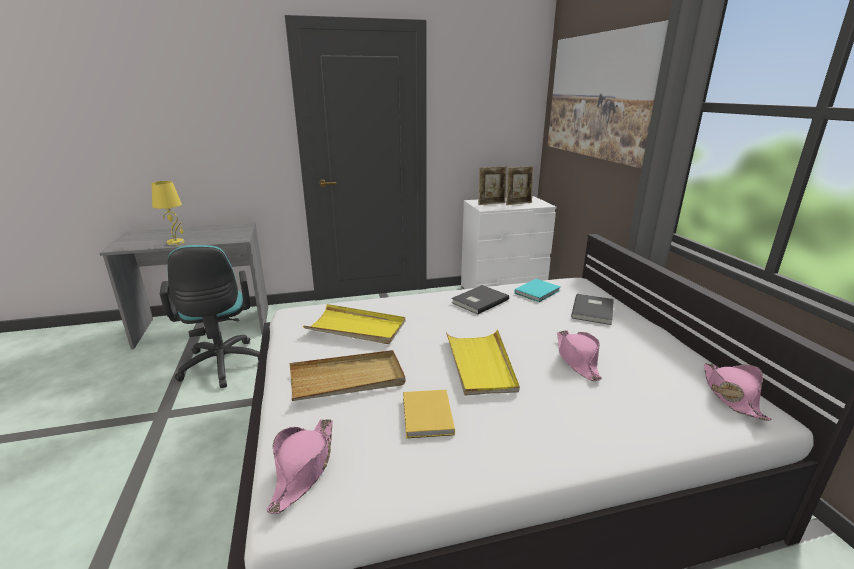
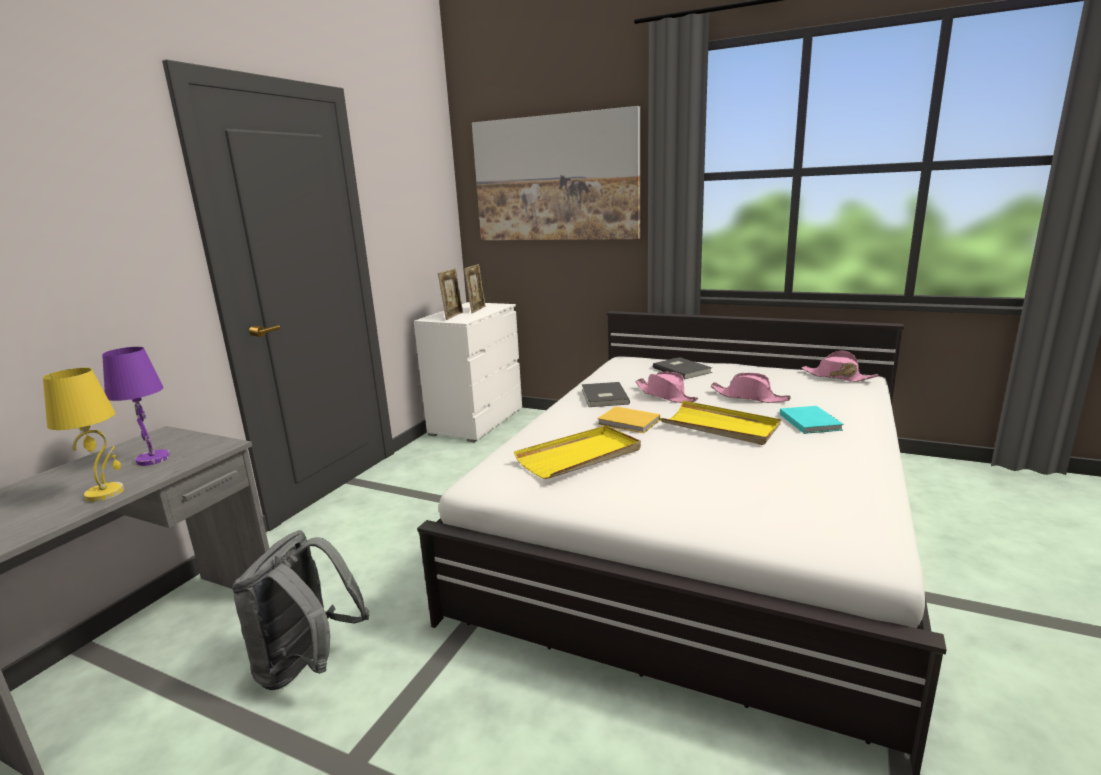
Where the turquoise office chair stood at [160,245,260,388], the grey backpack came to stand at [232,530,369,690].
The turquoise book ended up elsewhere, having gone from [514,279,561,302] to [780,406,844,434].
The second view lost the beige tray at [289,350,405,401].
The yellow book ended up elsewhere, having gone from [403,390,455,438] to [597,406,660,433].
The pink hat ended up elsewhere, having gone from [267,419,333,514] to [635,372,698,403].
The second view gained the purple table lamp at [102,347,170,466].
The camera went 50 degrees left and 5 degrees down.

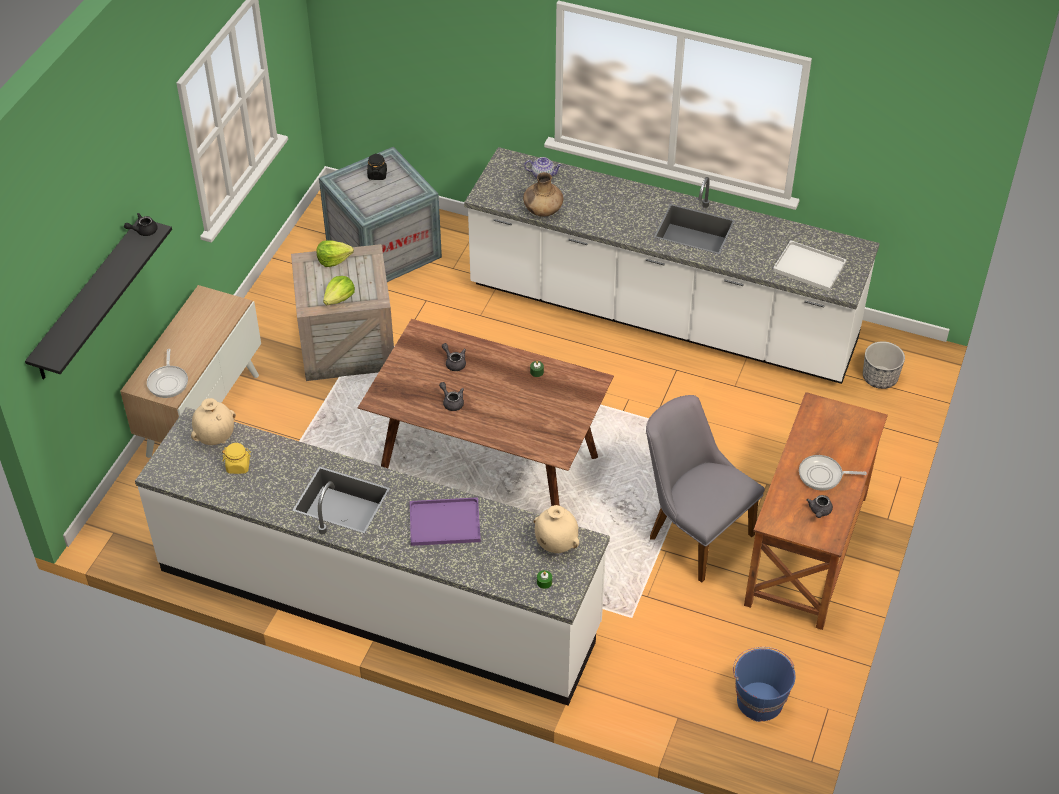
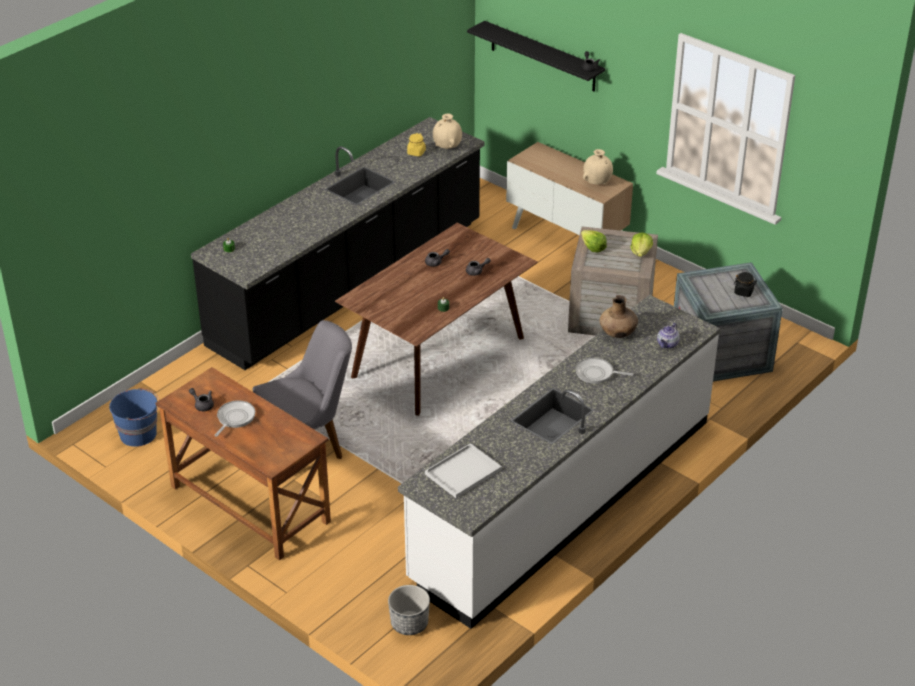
The frying pan ended up elsewhere, having gone from [147,349,188,398] to [576,358,633,384].
What was the white counter at [135,407,610,706] turned into the black counter at [191,117,484,370].
The second view lost the purple tray at [410,497,481,546].
The beige vase ended up elsewhere, having gone from [534,505,579,553] to [583,149,613,185].
The camera went 110 degrees right and 10 degrees down.

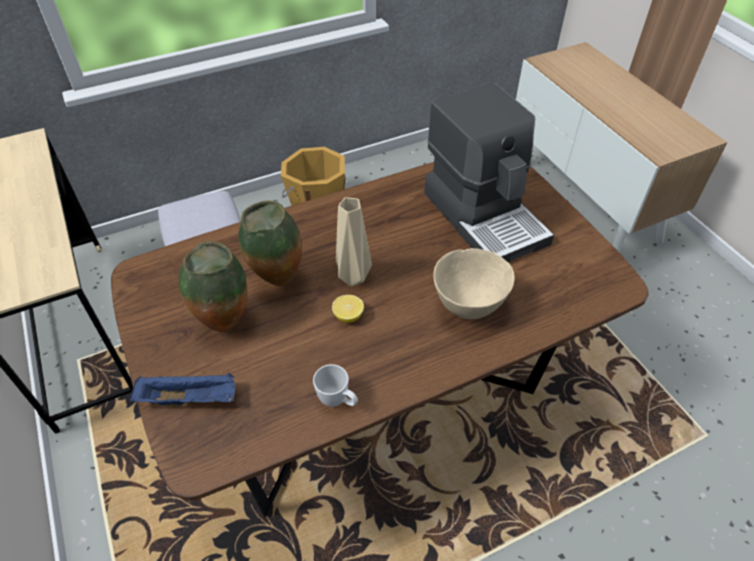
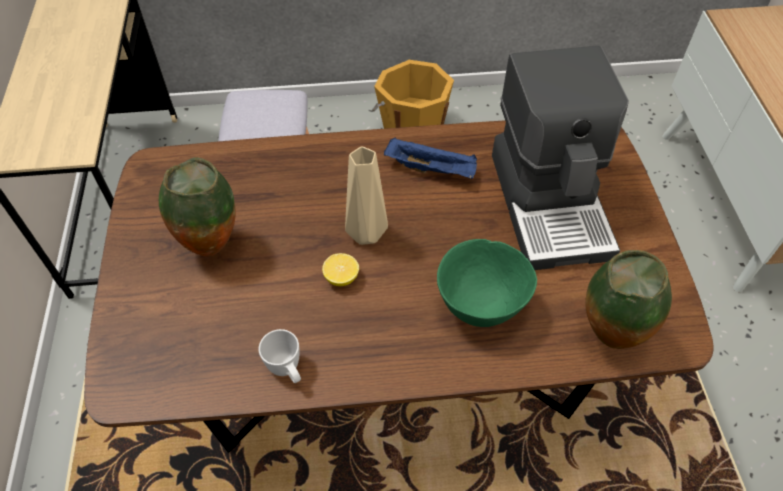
The vase ended up elsewhere, having gone from [238,200,302,286] to [585,250,672,349].
What was the beige bowl at [433,248,515,319] turned into the green bowl at [437,239,537,327].
The blue tray ended up elsewhere, having gone from [130,373,235,406] to [384,137,477,179].
The camera went 20 degrees right and 5 degrees up.

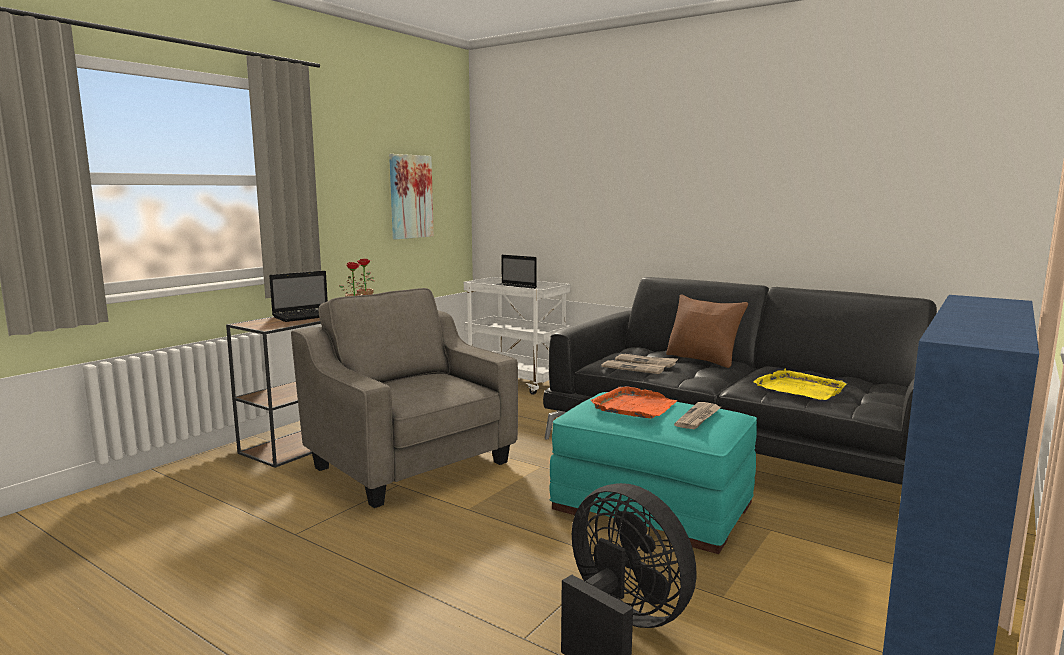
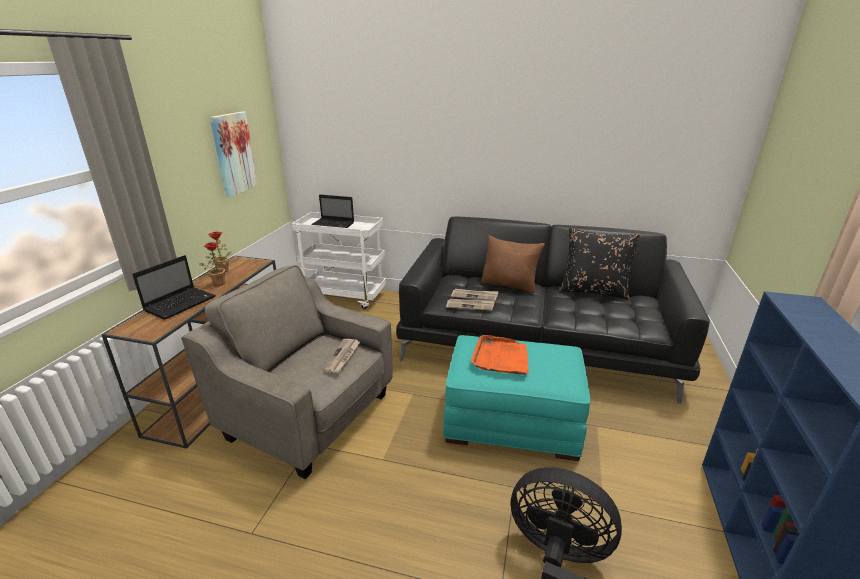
The second view lost the yellow tray at [753,369,847,400].
The newspaper ended up elsewhere, having gone from [674,402,721,429] to [324,339,360,373].
The second view gained the black pillow at [559,227,640,300].
The camera went 20 degrees left and 15 degrees up.

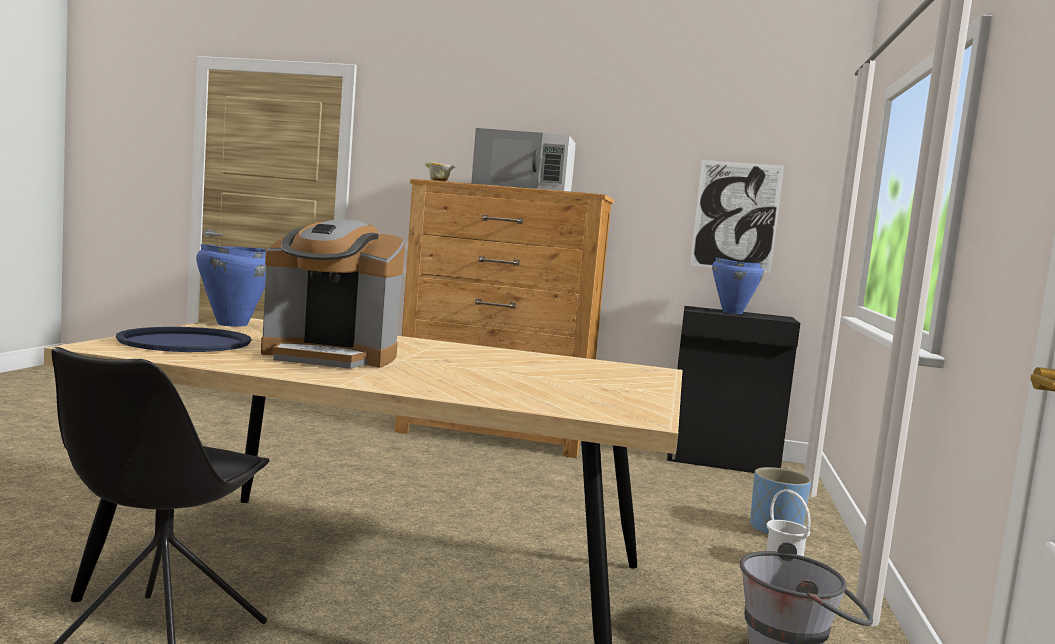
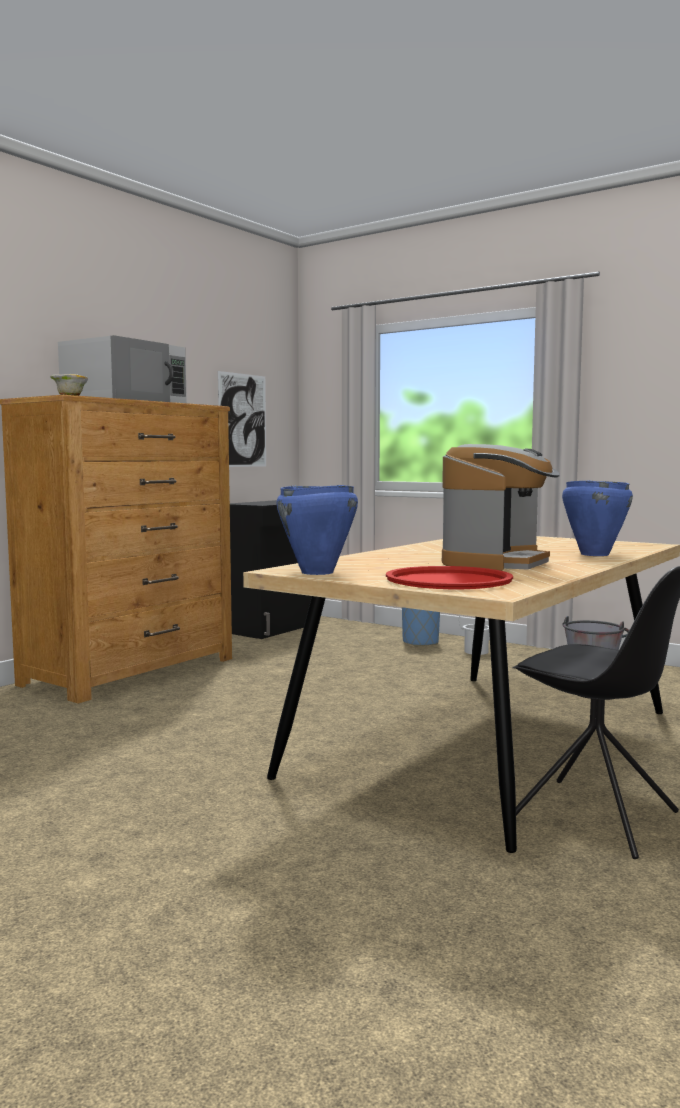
The blue cooking pot ended up elsewhere, having gone from [712,257,764,314] to [562,480,633,556].
What was the blue tray at [116,327,252,352] turned into the red tray at [386,566,513,589].
The camera went 65 degrees left and 0 degrees up.

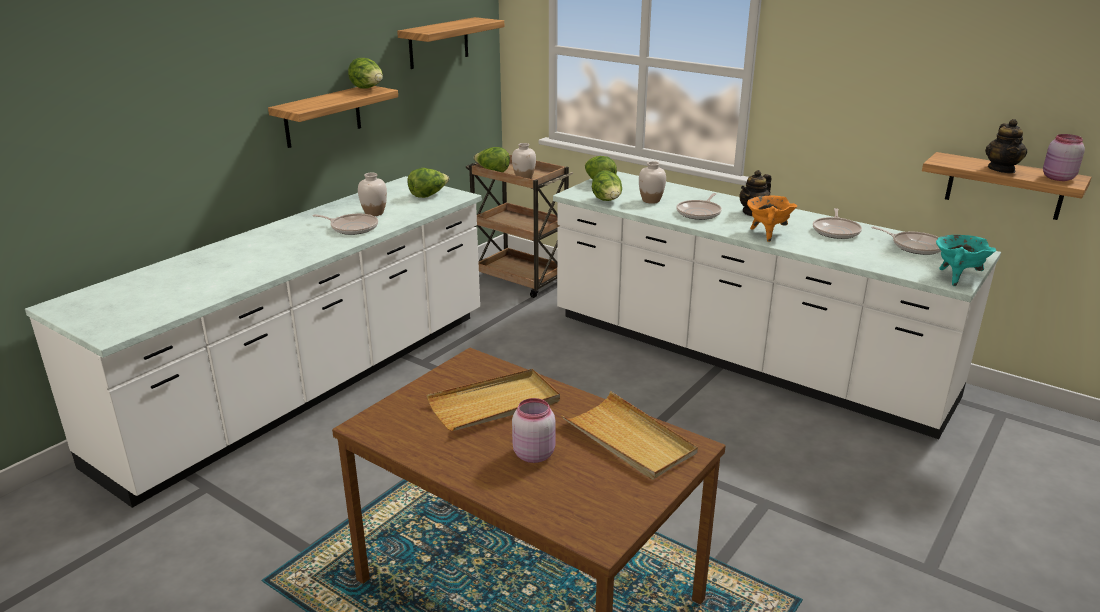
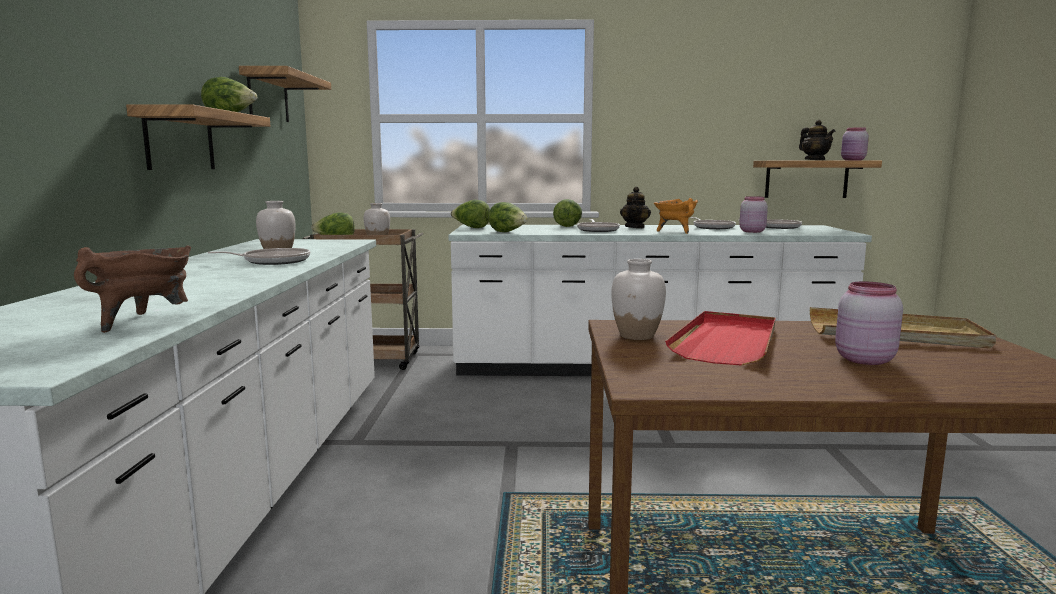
The white vase ended up elsewhere, having gone from [639,161,666,204] to [611,259,666,340].
The lettuce ended up elsewhere, having gone from [407,168,449,198] to [553,199,582,227].
The second view lost the turquoise cooking pot at [936,235,996,286].
What was the beige tray at [427,369,560,431] turned into the red tray at [665,311,775,366].
The second view gained the pink jar at [739,196,768,233].
The second view gained the brown cooking pot at [74,245,192,333].
The camera went 35 degrees left and 15 degrees down.

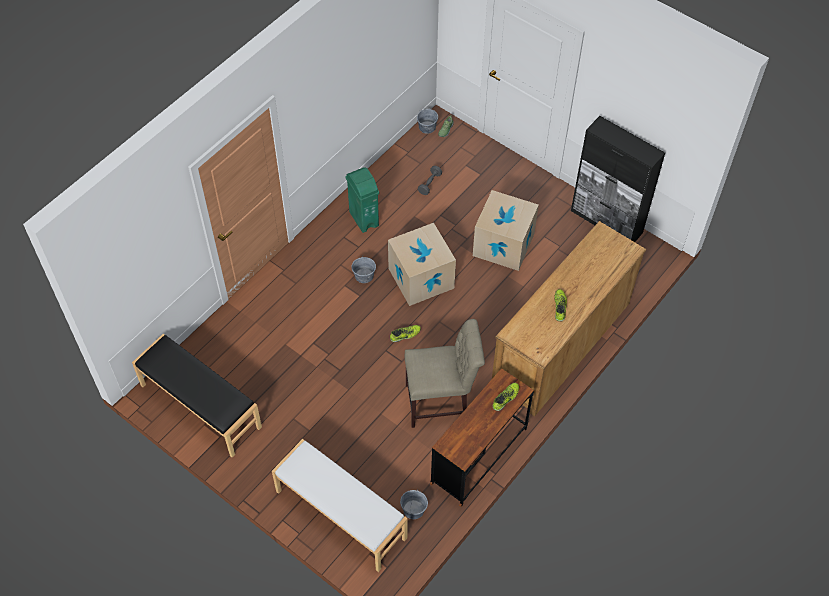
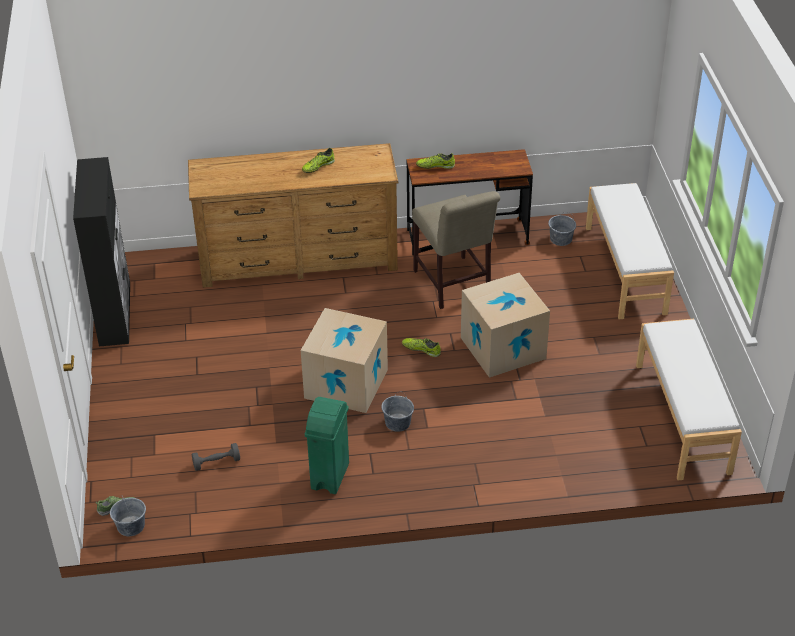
The cardboard box ended up elsewhere, having gone from [473,190,539,271] to [461,273,550,378].
The beige chair at [404,319,485,428] ended up facing another way, 150 degrees counterclockwise from before.
What was the black bench at [132,334,262,457] turned into the white bench at [636,319,742,480].
The camera went 135 degrees left and 15 degrees down.

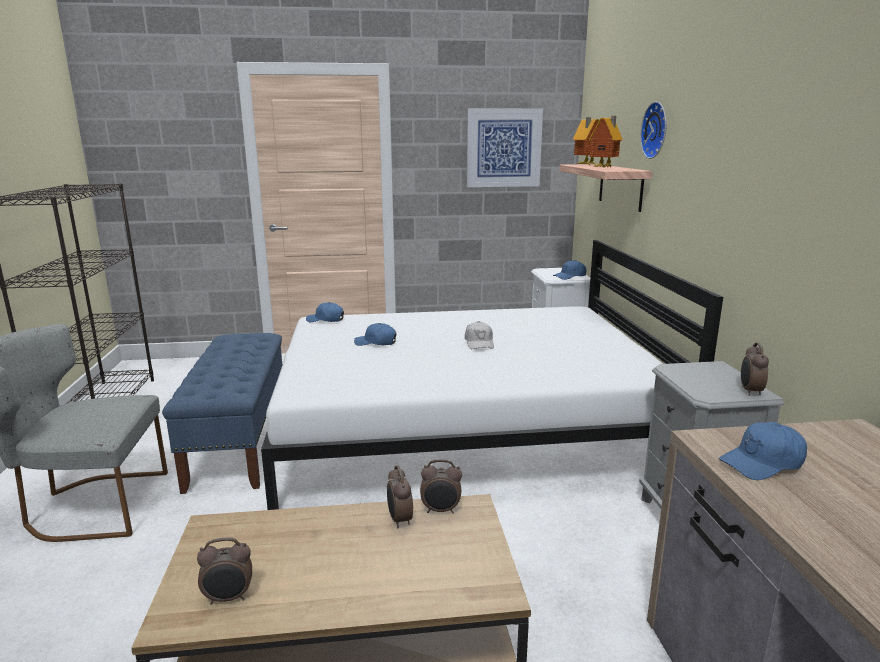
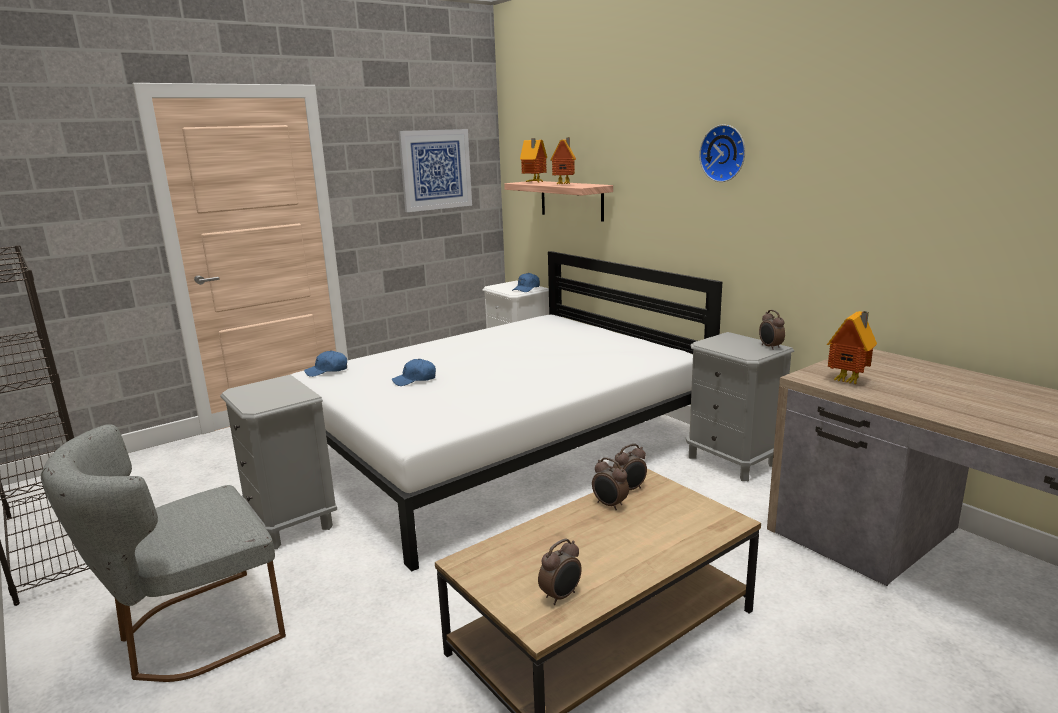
The wall clock ended up elsewhere, having gone from [640,101,667,159] to [699,125,745,182].
The second view lost the white cap at [464,321,494,349].
Where the blue bench stood at [162,333,282,494], the grey nightstand came to stand at [220,375,337,549].
Where the blue cap stood at [719,422,807,480], the toy house came to stand at [827,311,877,384].
The camera went 30 degrees left and 0 degrees up.

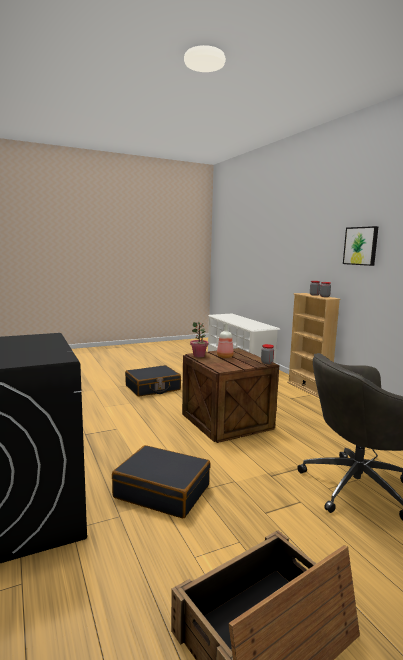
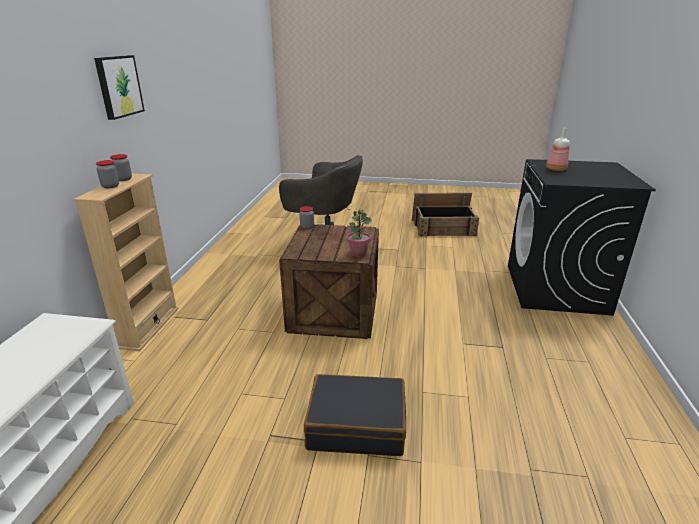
The bottle ended up elsewhere, having gone from [217,323,234,358] to [546,128,570,171].
The second view lost the black suitcase at [112,445,211,518].
The camera went 145 degrees left and 15 degrees up.

